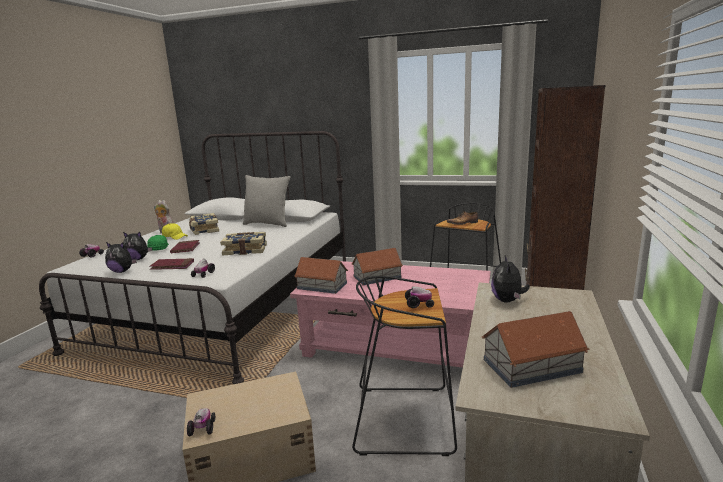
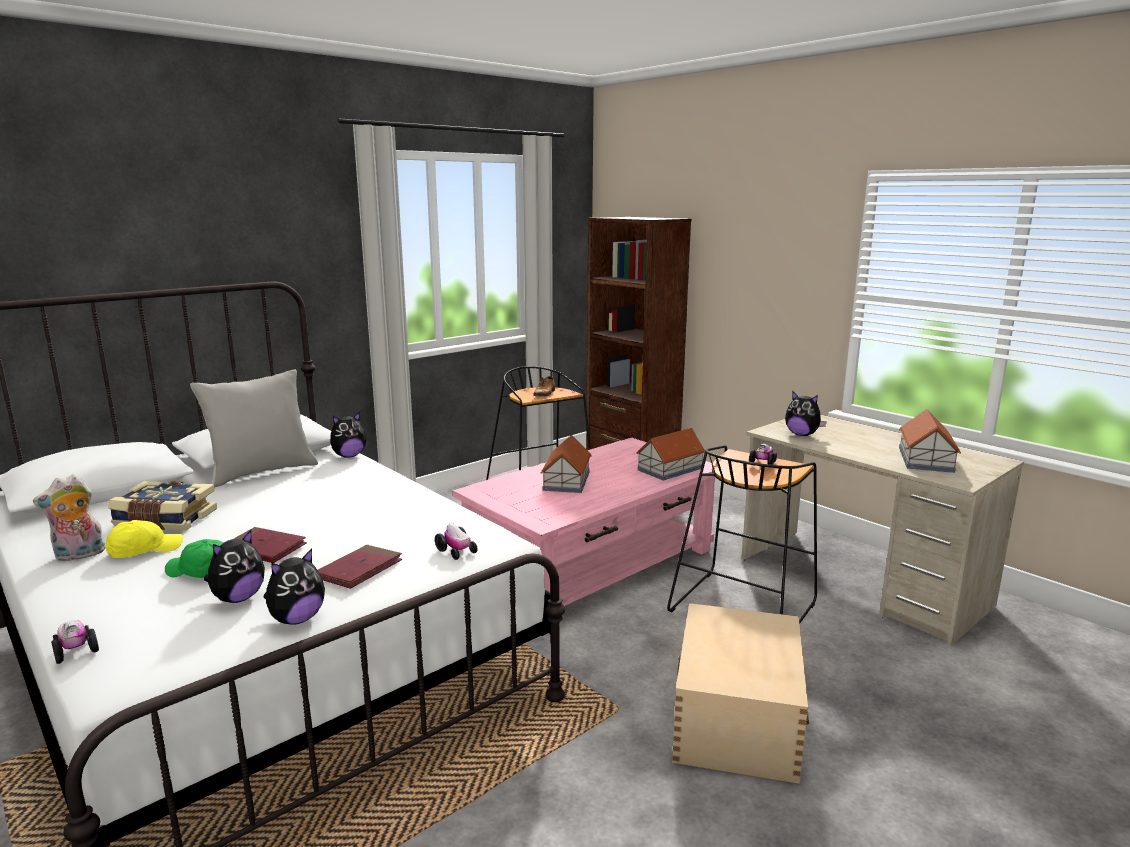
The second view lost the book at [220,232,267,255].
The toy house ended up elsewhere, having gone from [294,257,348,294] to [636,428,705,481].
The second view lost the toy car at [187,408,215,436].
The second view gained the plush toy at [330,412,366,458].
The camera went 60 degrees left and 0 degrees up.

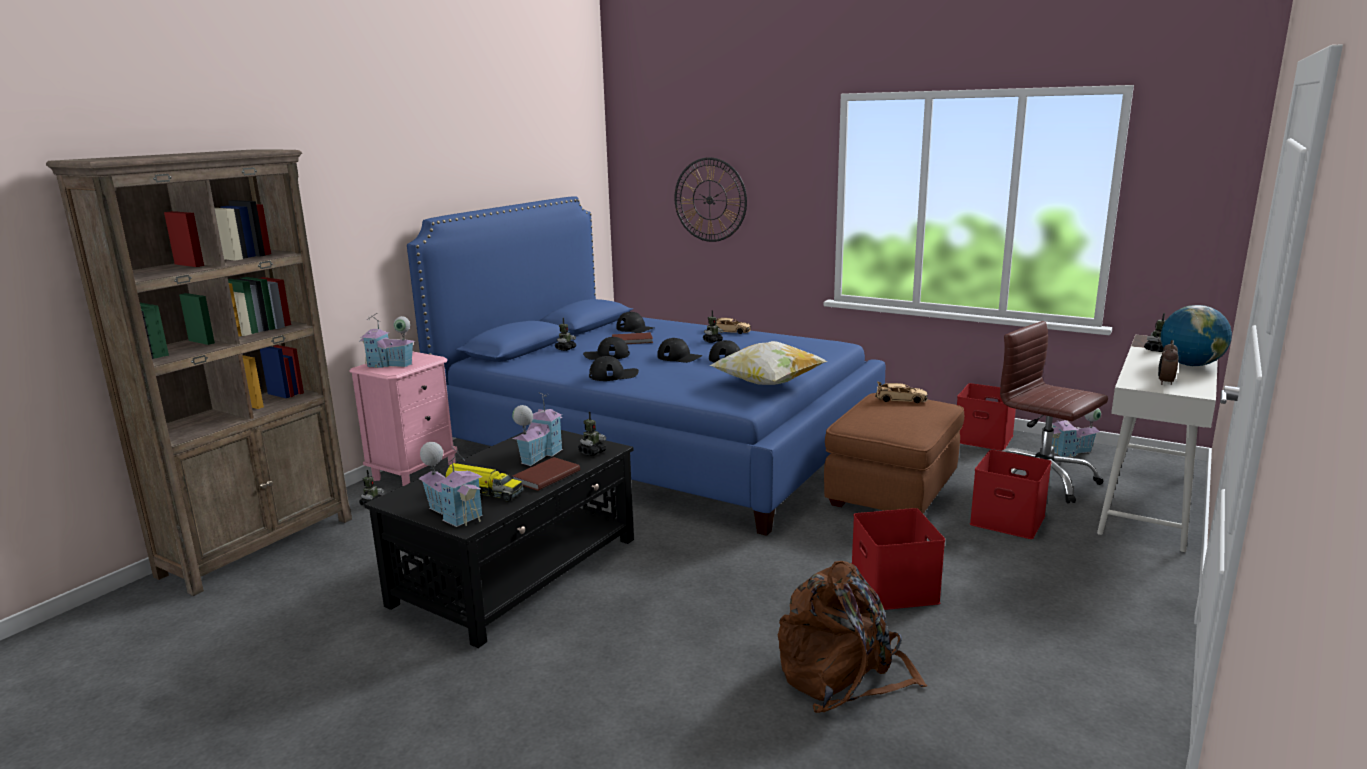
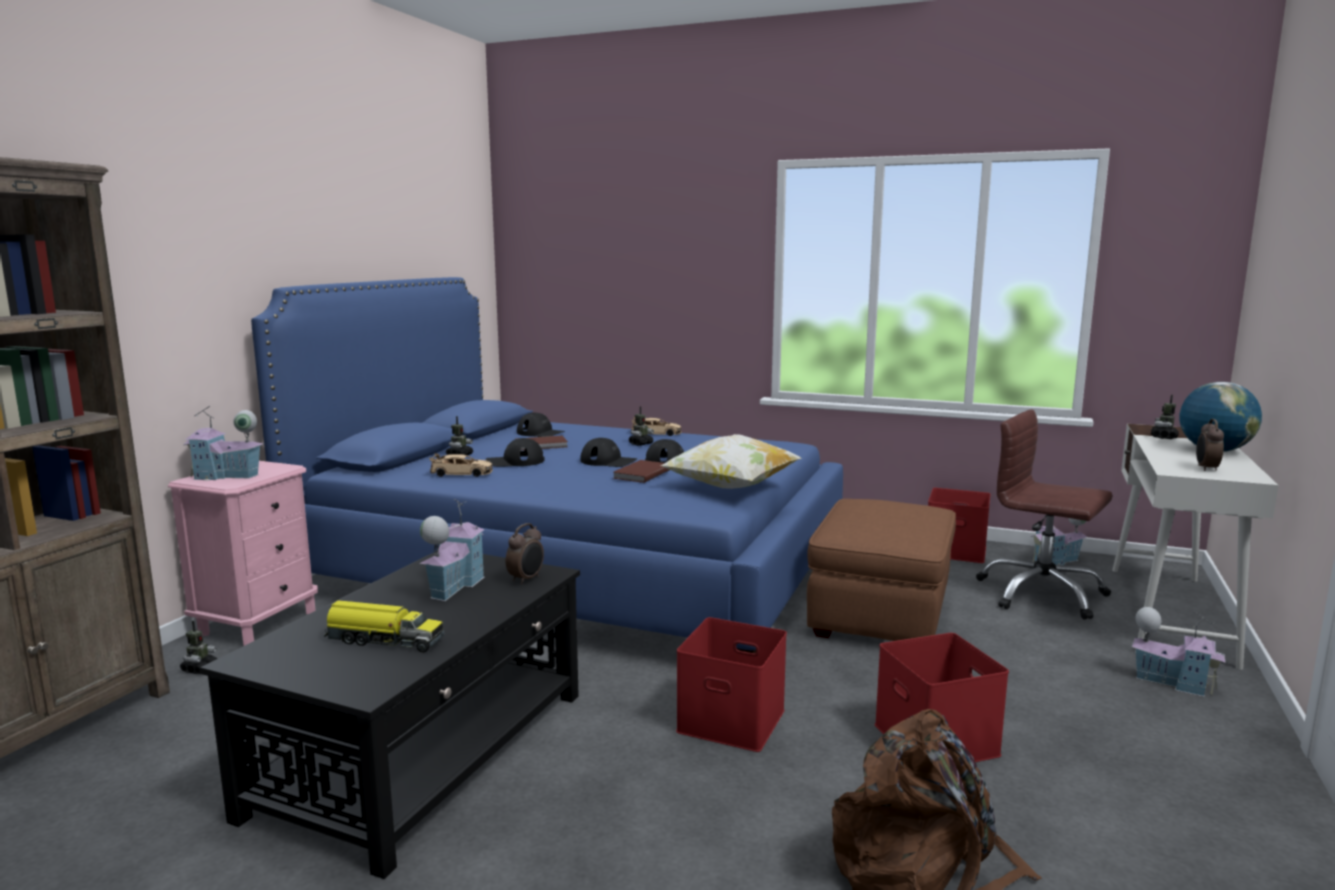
The second view lost the wall clock at [674,157,747,242].
The second view lost the black cap at [589,356,639,381].
The beige toy car ended up elsewhere, having gone from [875,382,928,403] to [429,453,493,477].
Where the toy robot stood at [578,412,606,456], the alarm clock came to stand at [506,523,544,584].
The toy house ended up elsewhere, having gone from [418,442,483,527] to [1132,607,1226,697].
The red storage box ended up elsewhere, having gone from [970,450,1052,539] to [676,617,787,752].
The brown book ended up elsewhere, having gone from [513,457,580,491] to [613,460,669,483].
The camera went 10 degrees left and 5 degrees down.

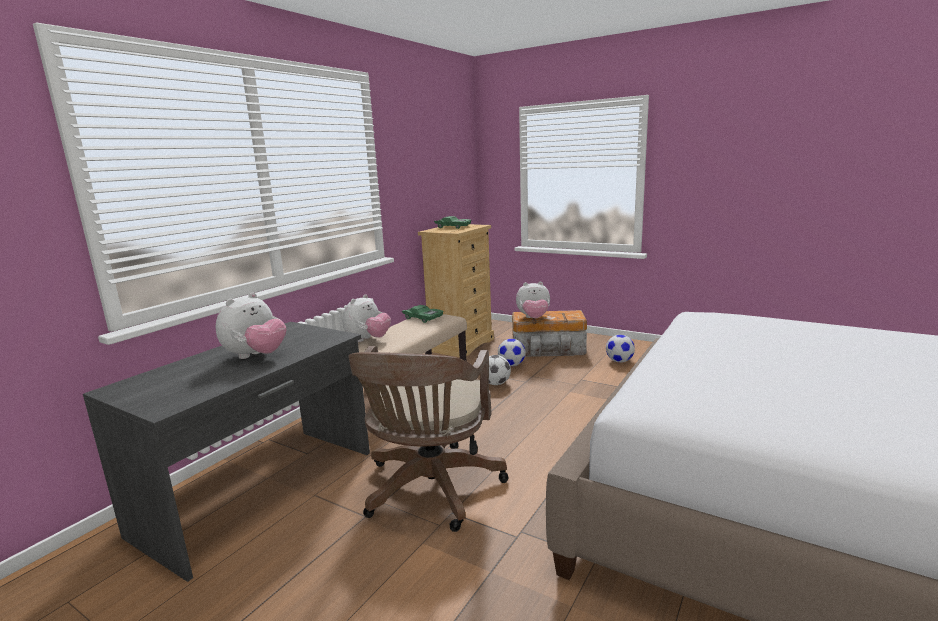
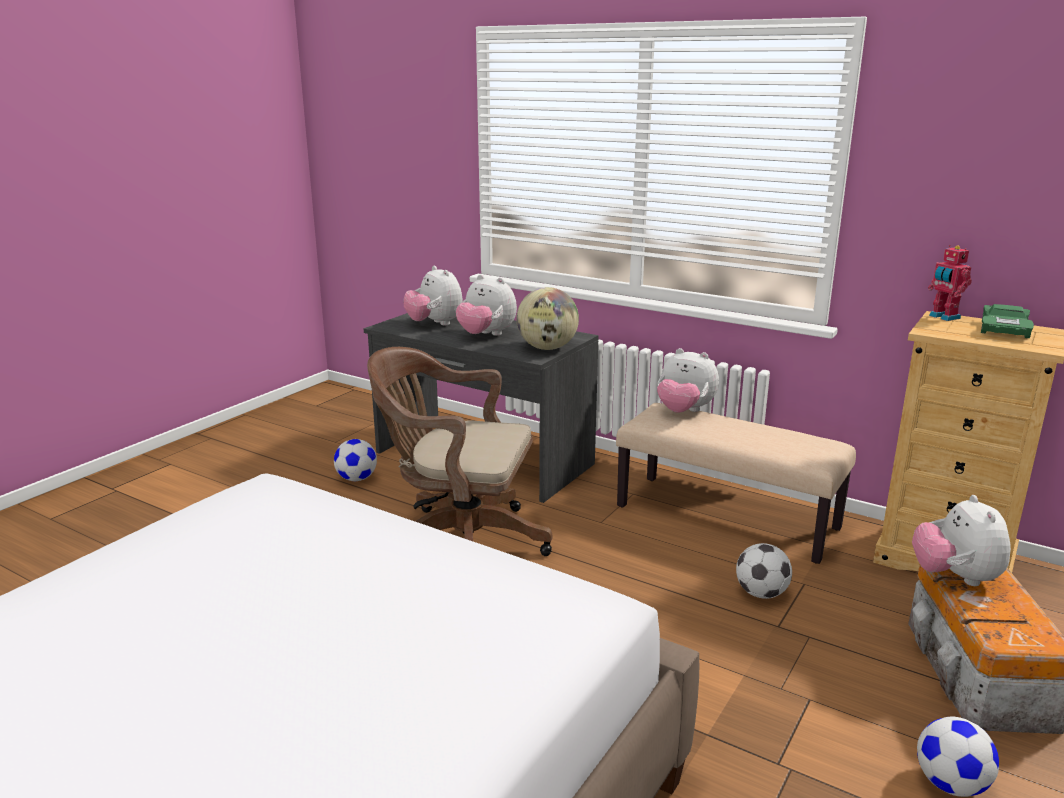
The second view lost the green toy car at [402,305,443,323].
The football ended up elsewhere, having gone from [498,339,525,366] to [334,439,377,481].
The second view gained the toy robot at [928,245,972,321].
The second view gained the plush toy at [404,266,463,325].
The second view gained the globe at [516,287,579,350].
The camera went 90 degrees right and 5 degrees up.

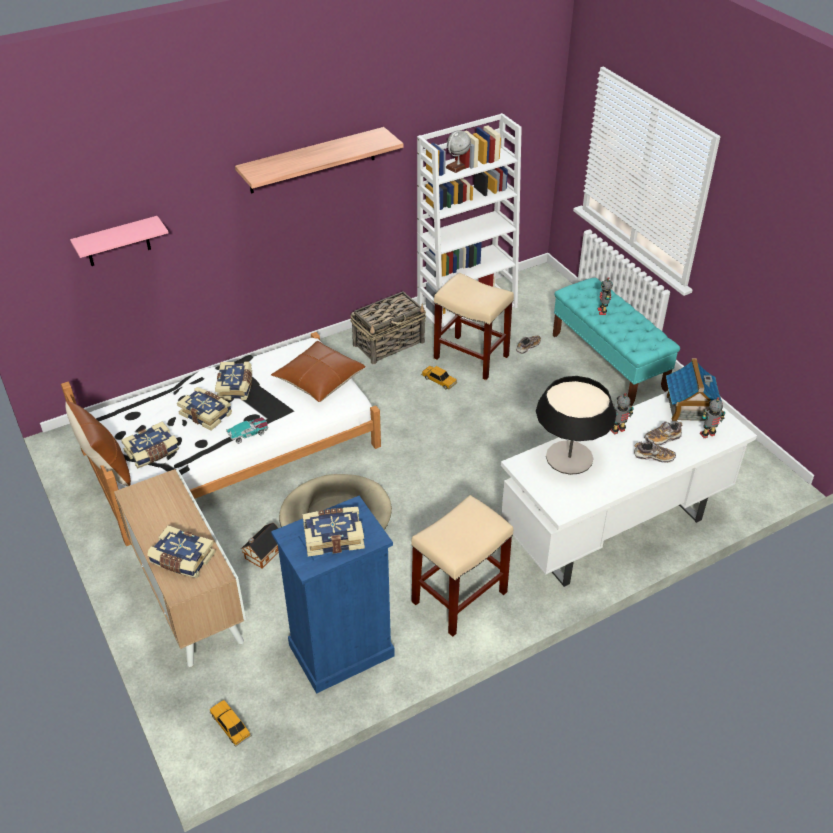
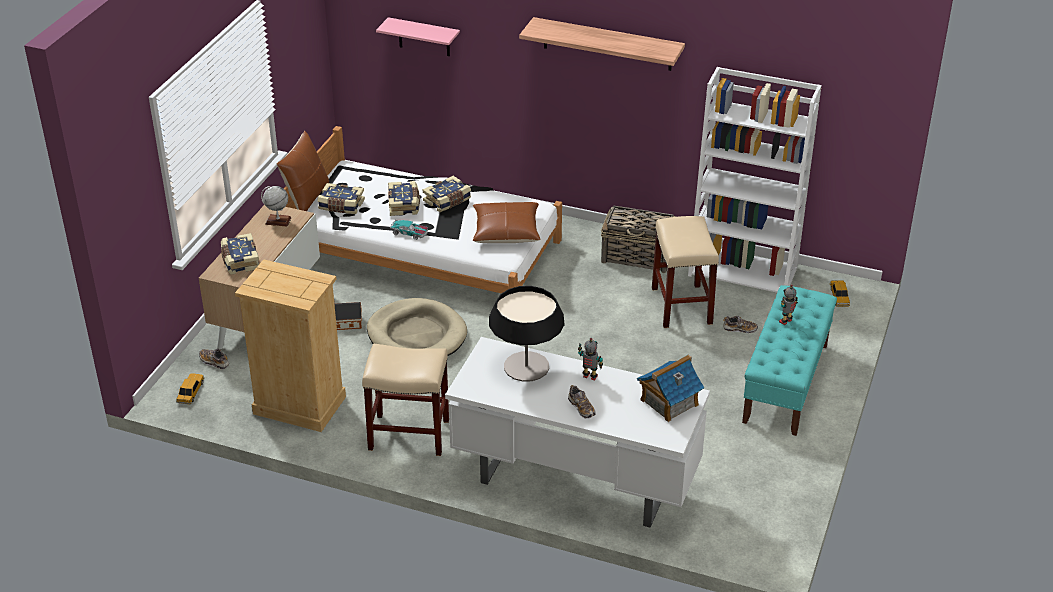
The globe ended up elsewhere, having gone from [445,130,471,173] to [261,186,291,226].
The toy car ended up elsewhere, having gone from [421,366,457,389] to [830,281,850,307].
The second view lost the toy robot at [700,397,725,438].
The shoe ended up elsewhere, having gone from [644,421,682,446] to [199,348,229,369].
What was the blue dresser at [271,496,395,694] turned into the beige dresser at [235,259,346,432].
The second view lost the book at [302,507,365,557].
The camera went 50 degrees right and 5 degrees down.

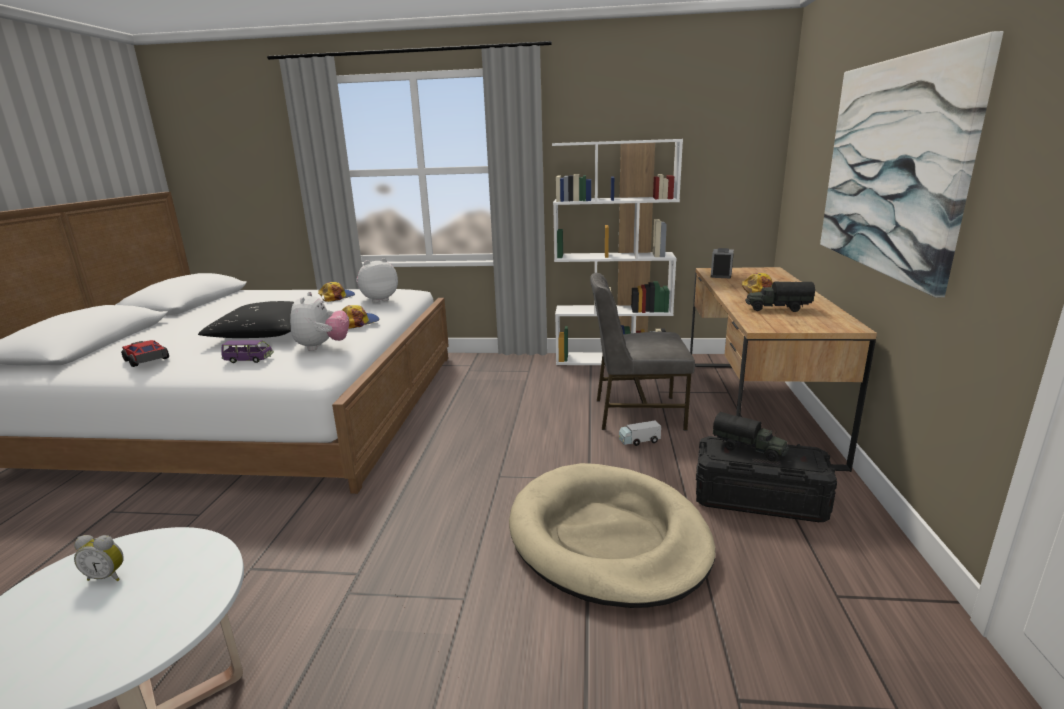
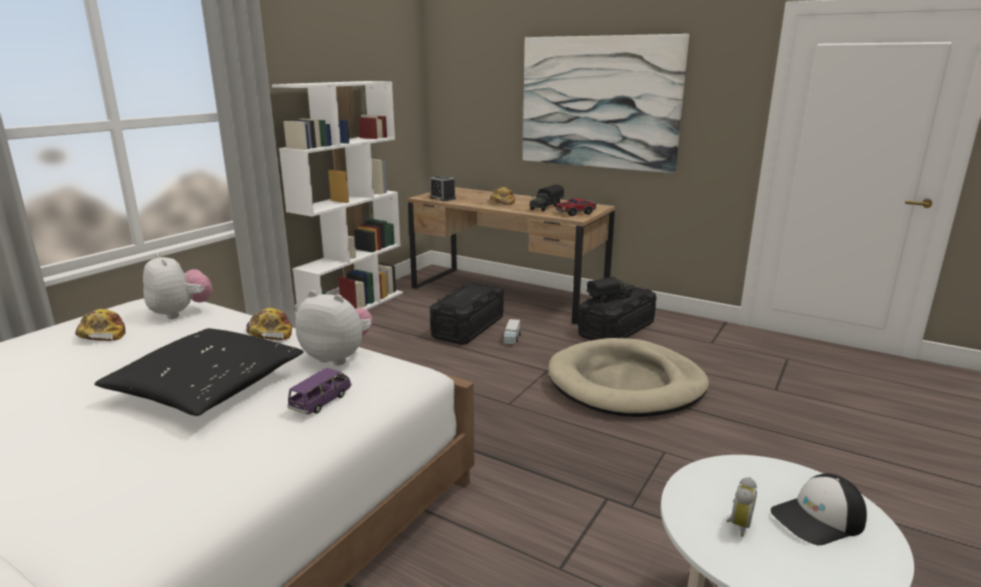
The plush toy at [356,258,398,303] ended up facing another way, 150 degrees clockwise from before.
Where the grey chair stood at [590,273,695,431], the black storage box came to stand at [430,282,504,345].
The toy car ended up elsewhere, having gone from [121,340,169,367] to [556,198,596,216].
The second view gained the cap at [771,473,867,545].
The camera went 65 degrees left and 0 degrees up.

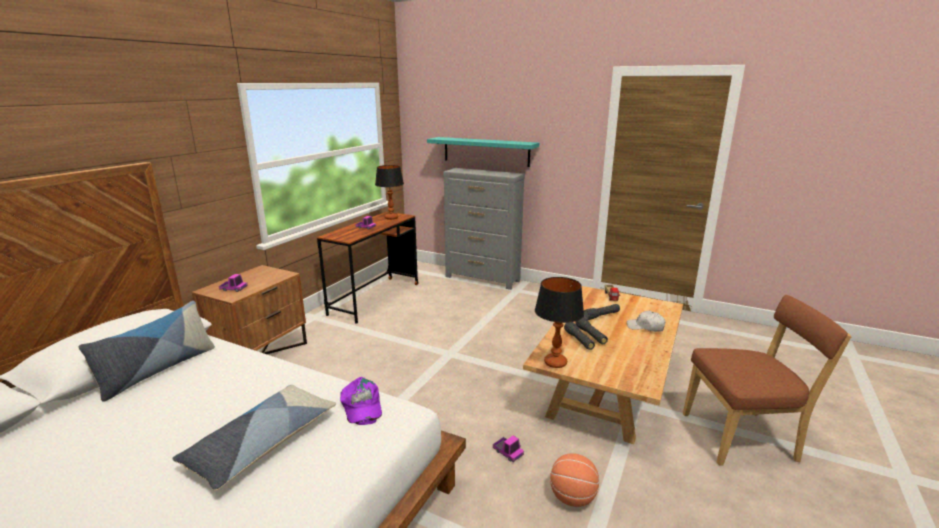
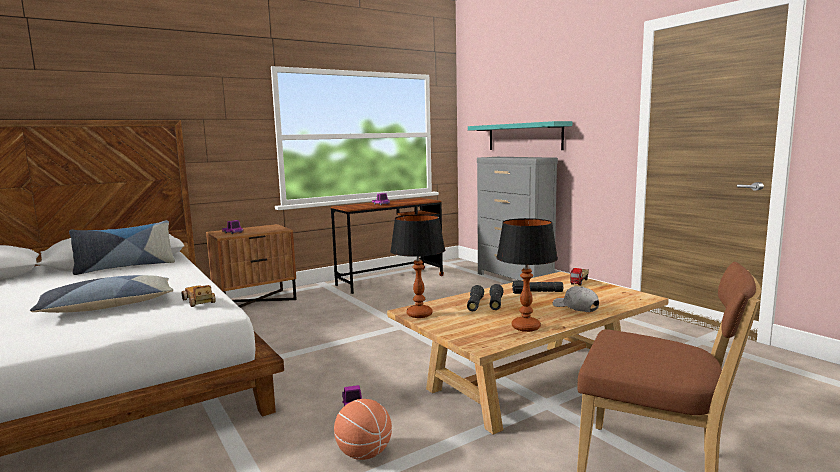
The table lamp ended up elsewhere, having gone from [375,165,404,220] to [496,218,558,332].
Where the purple cap stood at [340,377,382,425], the toy car came to stand at [182,285,216,307].
The camera went 30 degrees right and 10 degrees down.

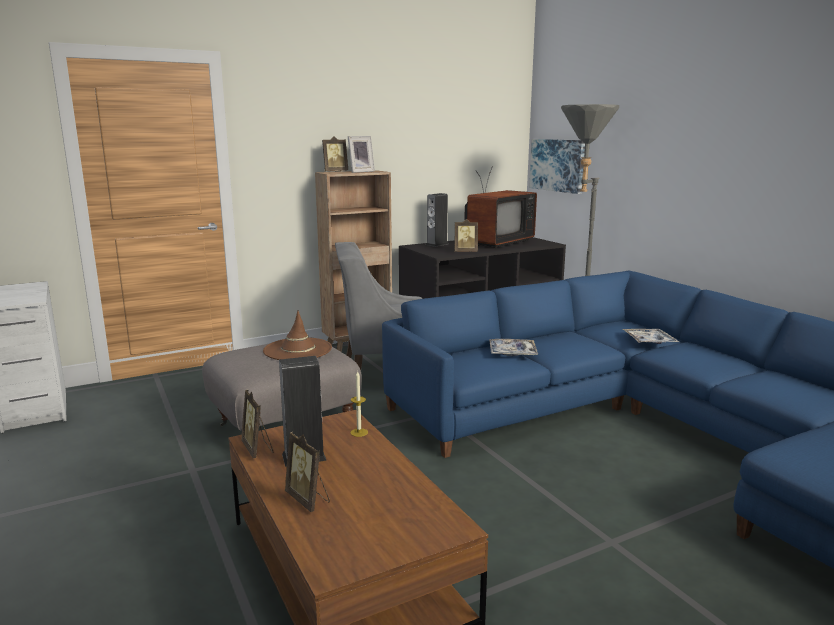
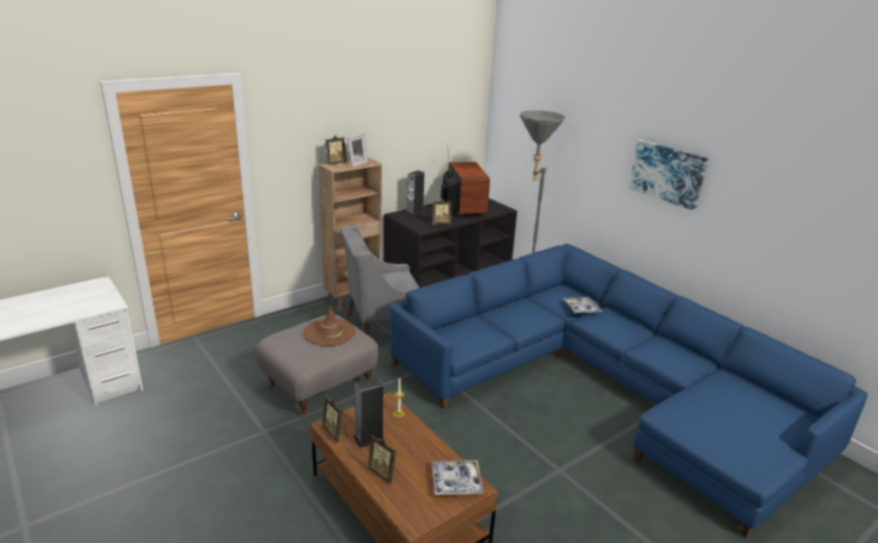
The picture ended up elsewhere, having gone from [529,139,585,194] to [629,140,708,210].
The television at [464,166,537,248] ended up facing another way, 45 degrees counterclockwise from before.
The tray ended up elsewhere, having gone from [489,339,538,356] to [431,460,484,495].
The camera went 10 degrees left and 10 degrees up.

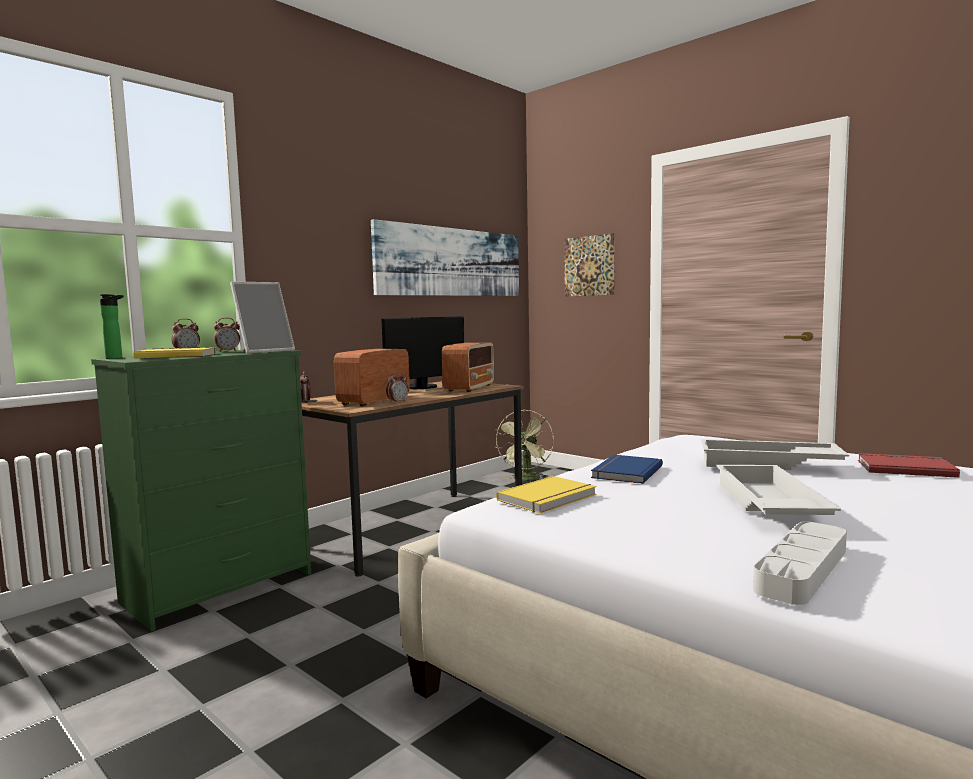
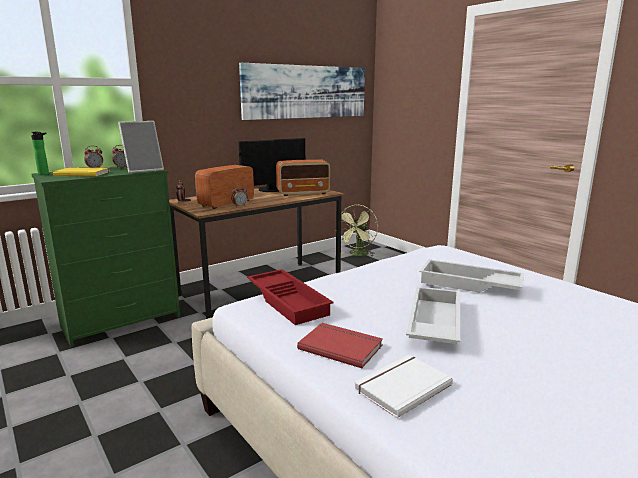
The second view lost the picture at [564,233,614,297].
The radio at [442,343,494,392] ended up facing another way, 45 degrees clockwise from before.
The red book ended up elsewhere, having gone from [858,453,960,478] to [297,323,383,368].
The second view lost the blue book at [591,455,663,484].
Where the yellow book stood at [496,476,597,513], the red tray came to stand at [247,269,334,325].
Where the grey tray stood at [753,522,847,605], the white book came to stand at [354,355,453,418].
The camera went 10 degrees right and 10 degrees up.

